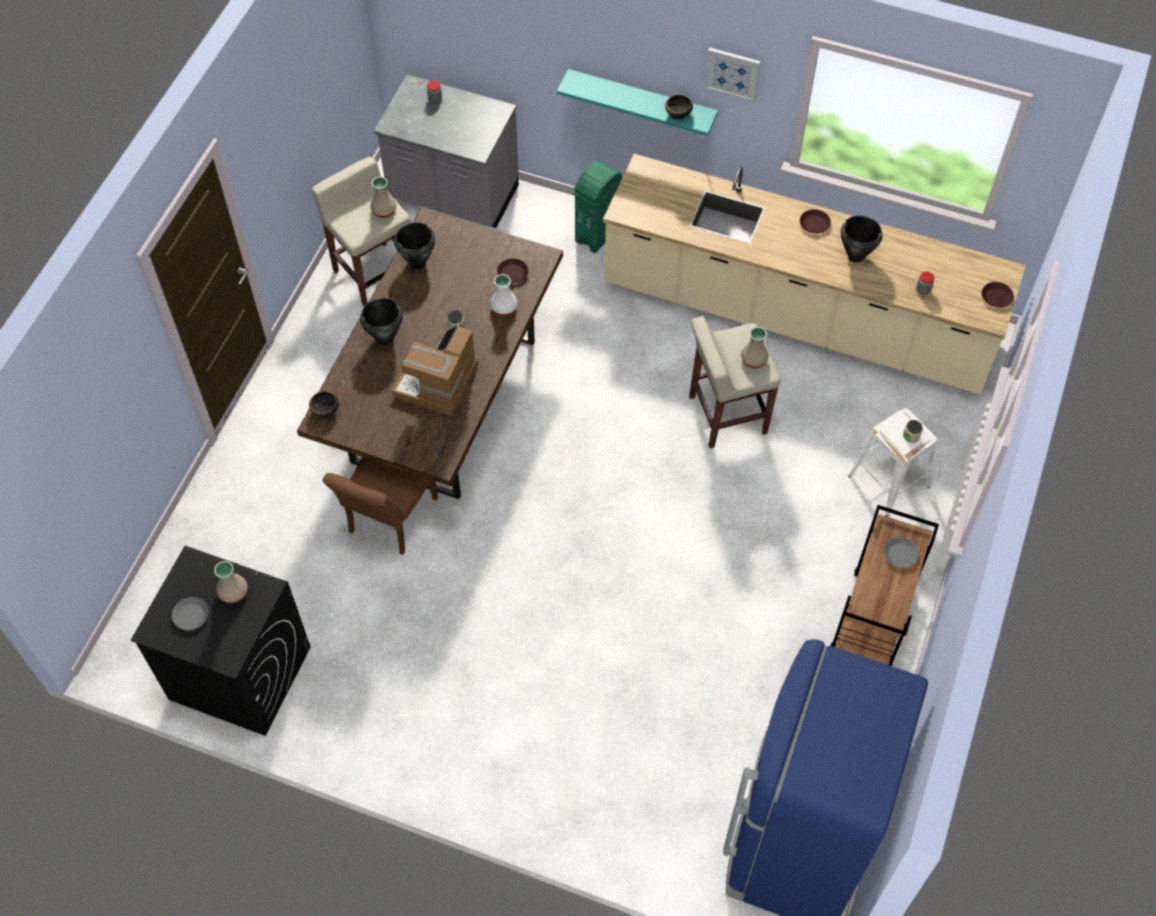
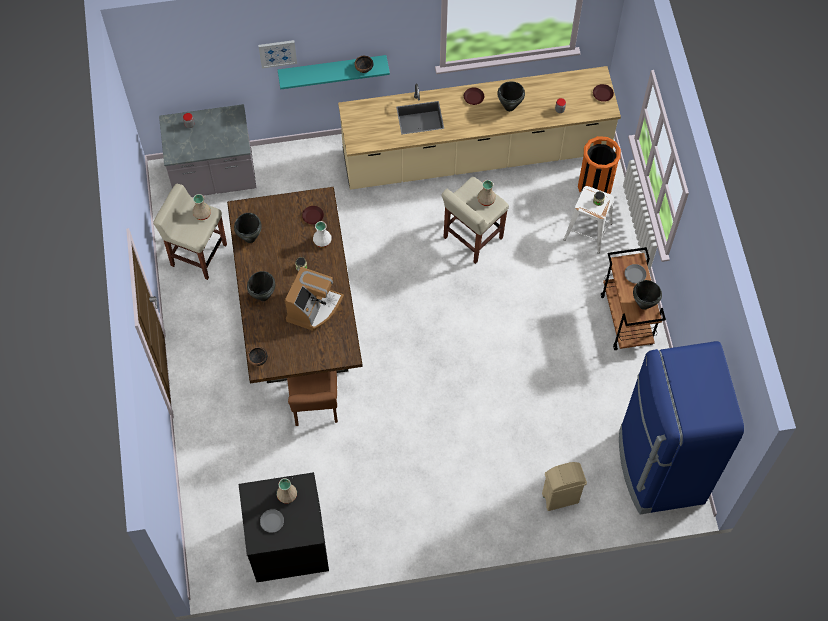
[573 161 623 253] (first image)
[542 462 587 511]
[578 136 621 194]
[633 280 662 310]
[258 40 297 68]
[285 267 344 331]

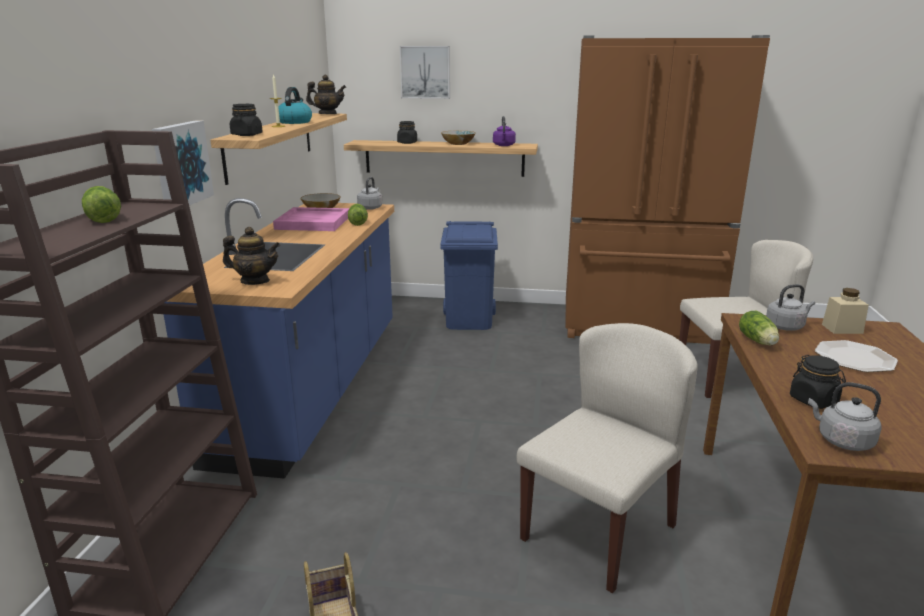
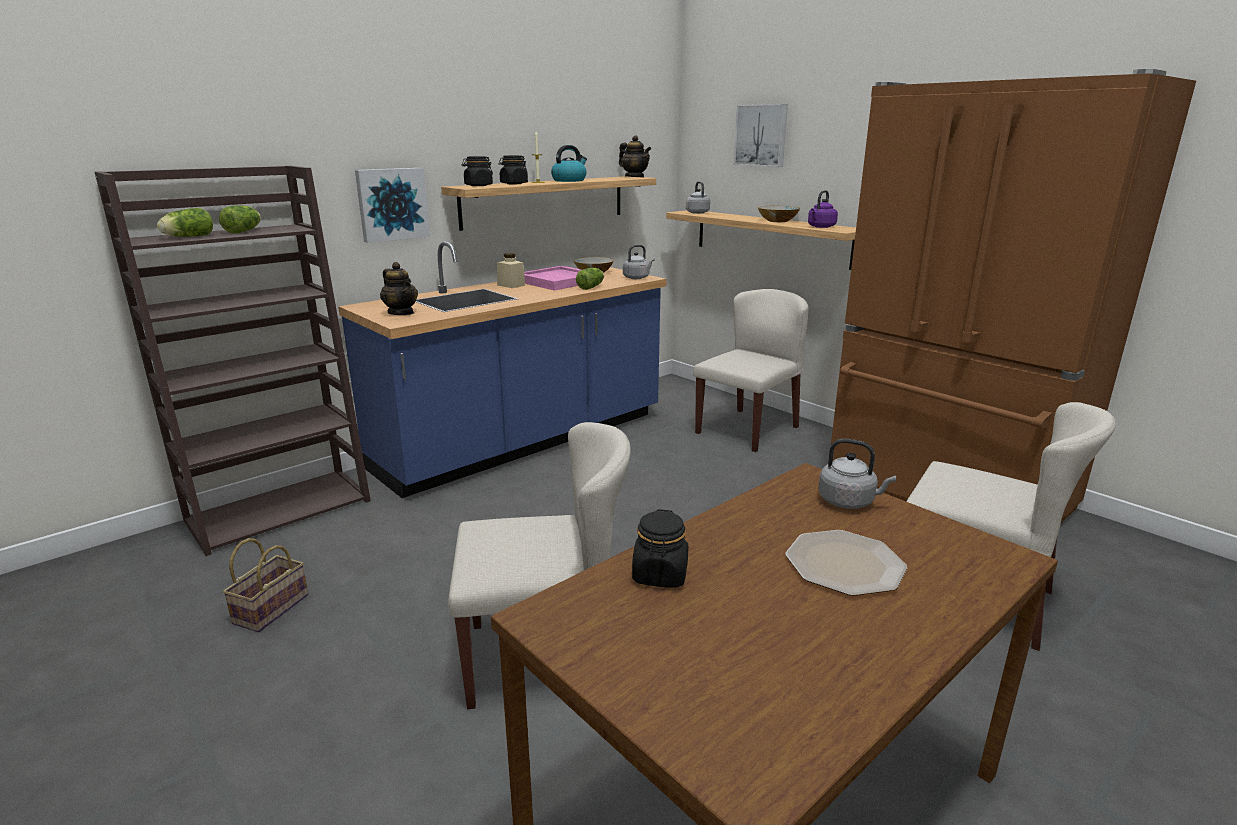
[499 155 528 184]
[157 208 213 237]
[686 181 710 214]
[497 253 525 288]
[693 289 809 452]

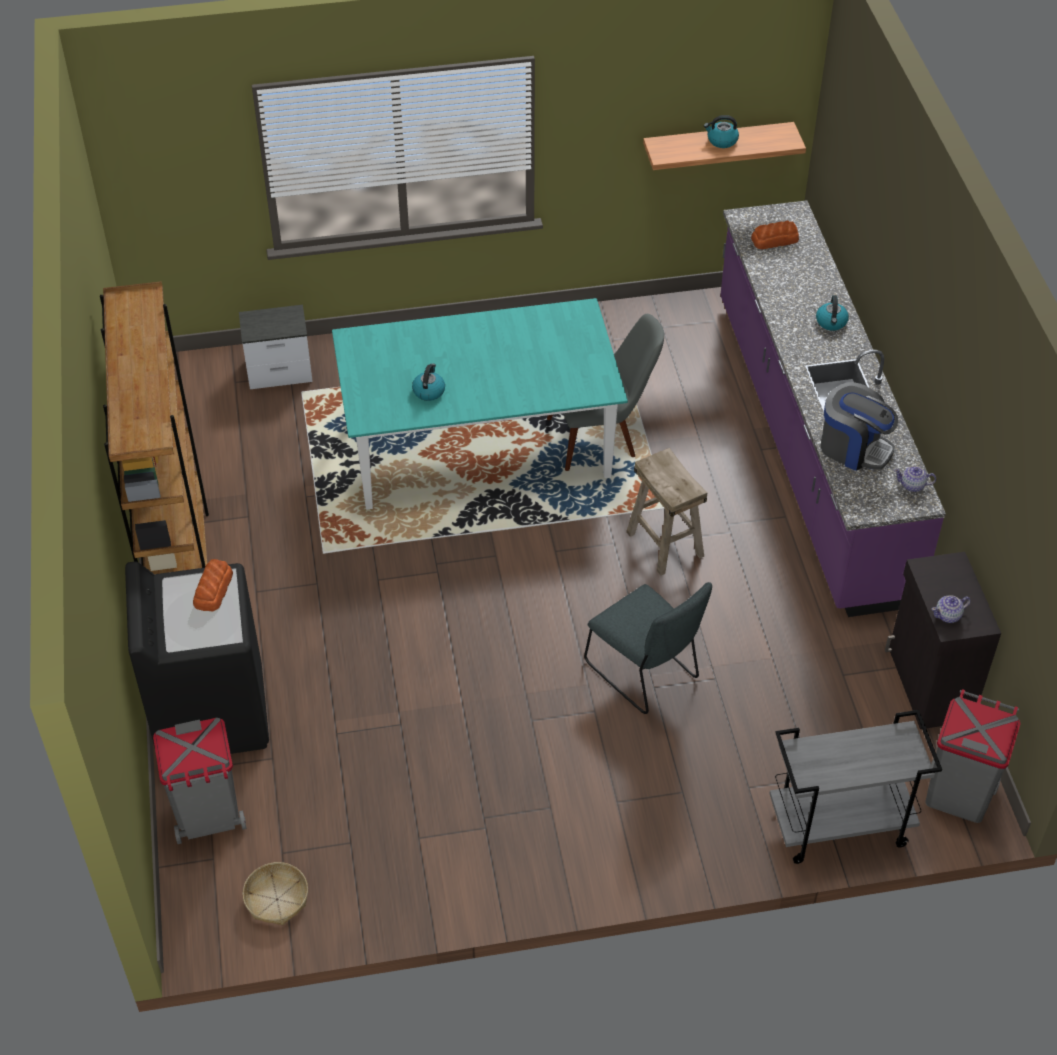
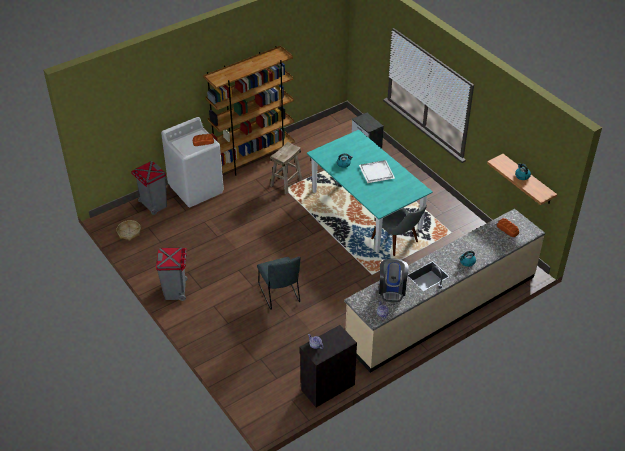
[769 710 942 864] (first image)
[359 160 395 183]
[270 142 303 194]
[156 248 188 301]
[161 117 224 208]
[344 209 545 373]
[257 256 300 310]

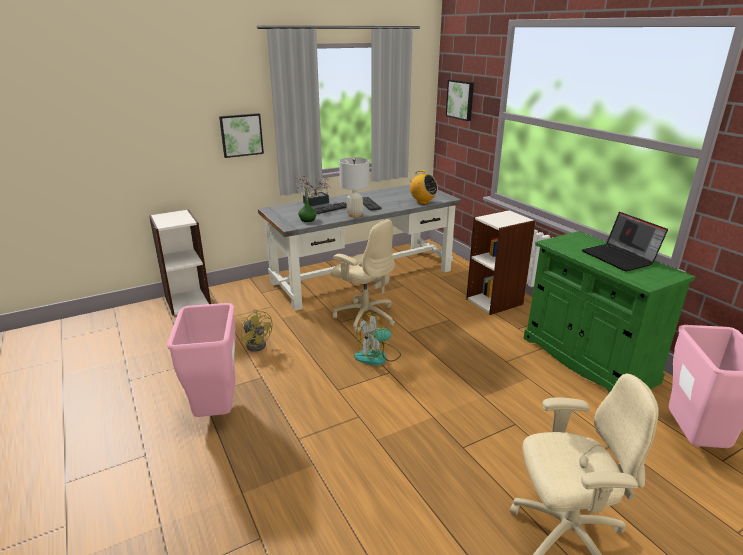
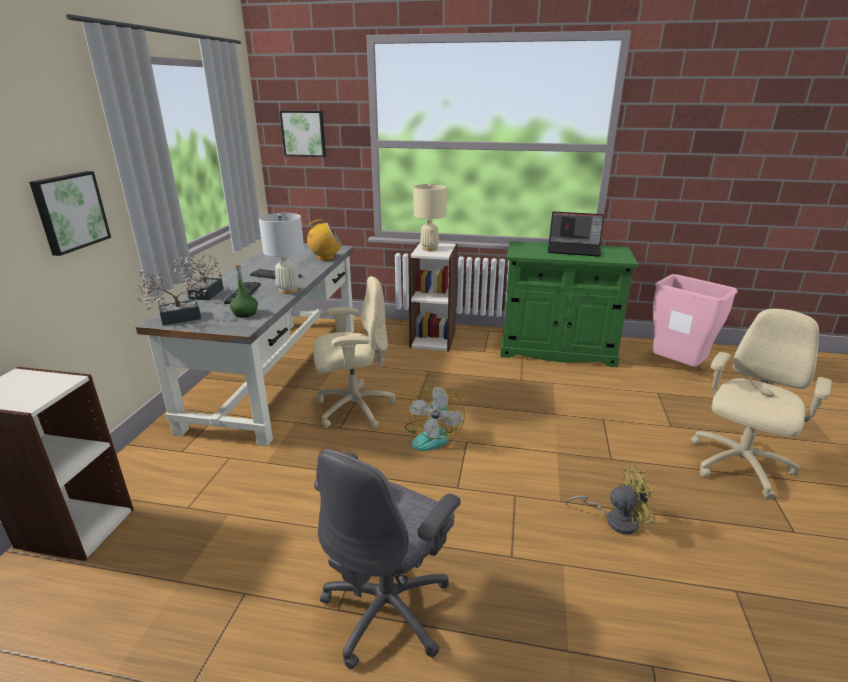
[136 271 207 326]
[413 184 447 251]
[566 466 655 534]
[314 449 461 669]

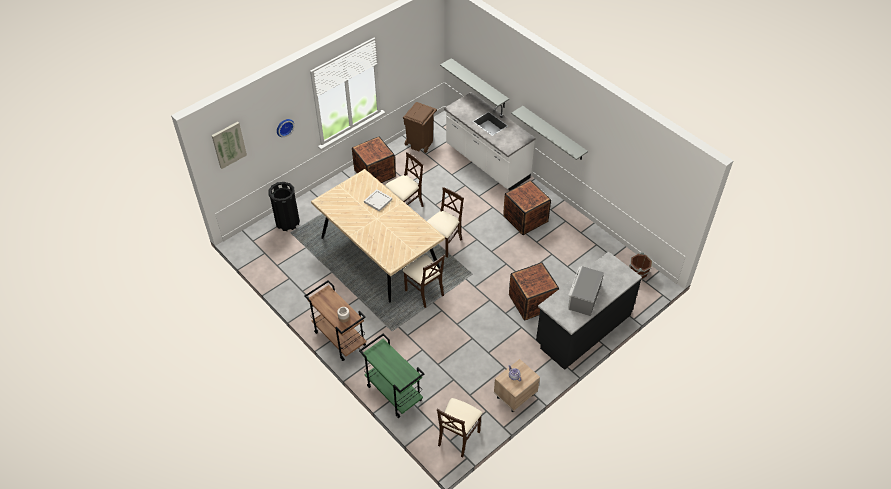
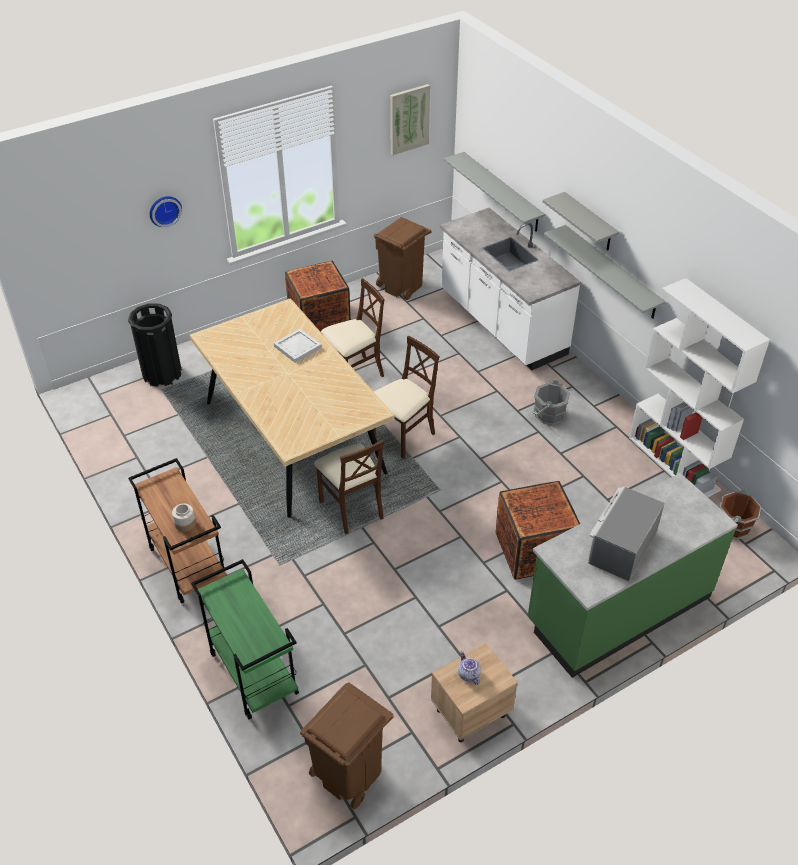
[543 192 619 250]
[629 278 770 497]
[390 84 430 155]
[300 683 394 809]
[532 380 571 425]
[528 473 738 678]

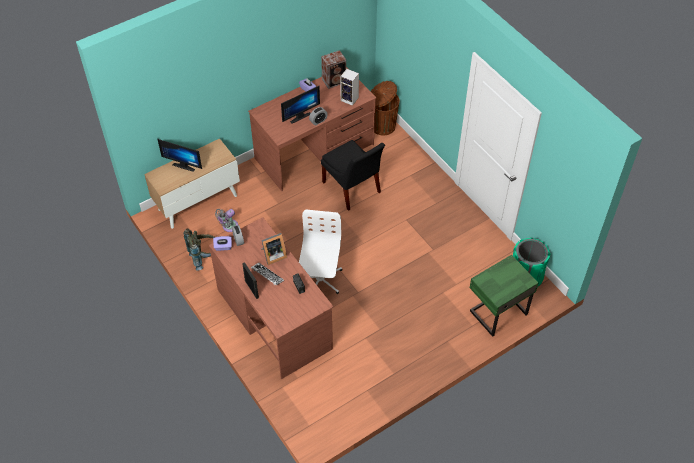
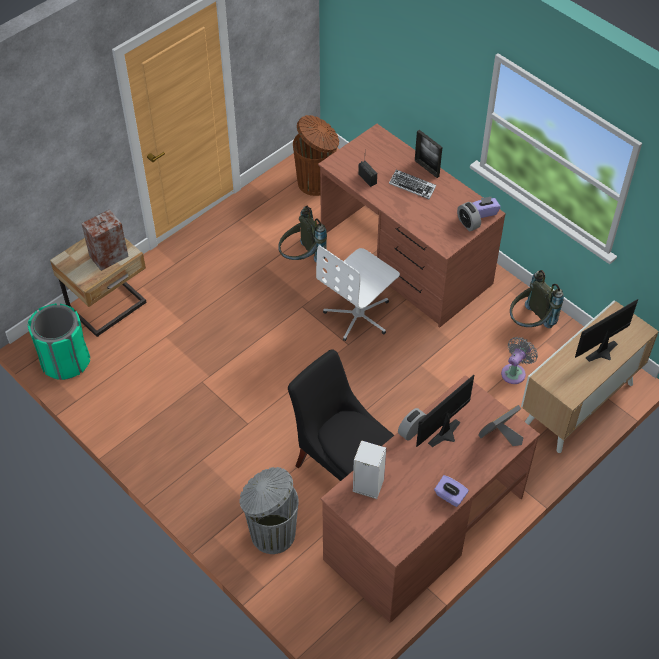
[239 467 299 554]
[278 206 327 263]
[479 405 523 446]
[81 209 129 271]
[293 115 339 196]
[50 238 146 337]
[575 299 638 362]
[316 245 400 341]

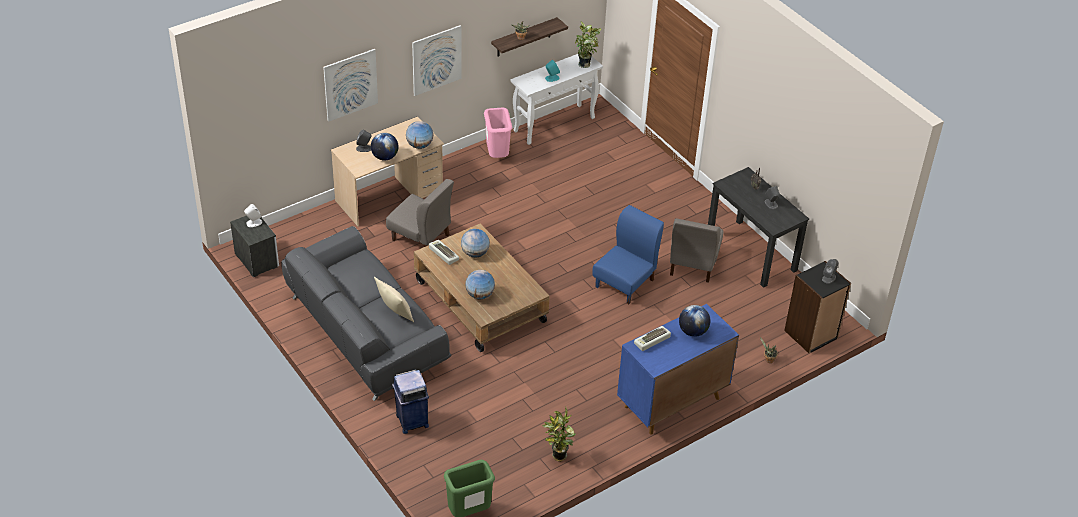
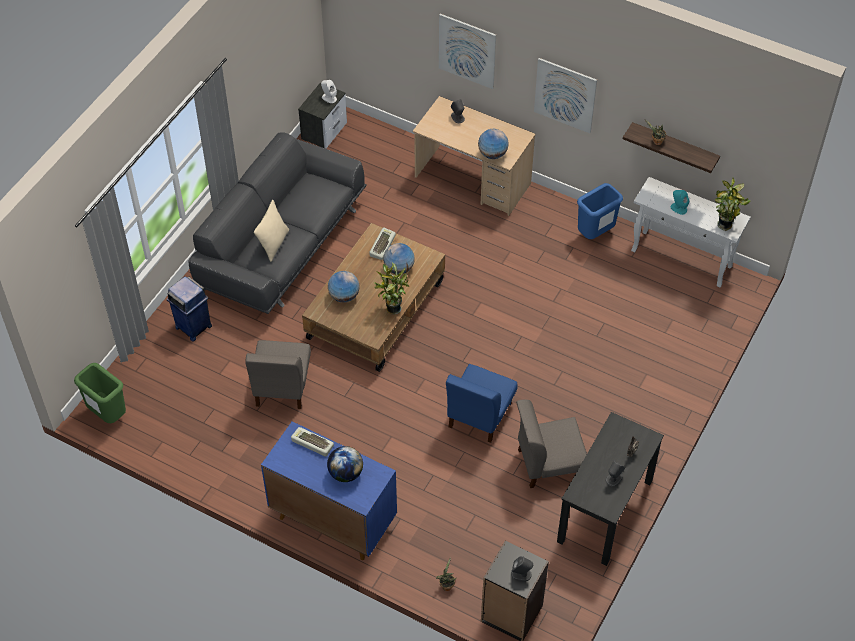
[371 133 398 160] (first image)
[245 340 311 409]
[374 263 409 315]
[577 183 623 239]
[446 364 518 443]

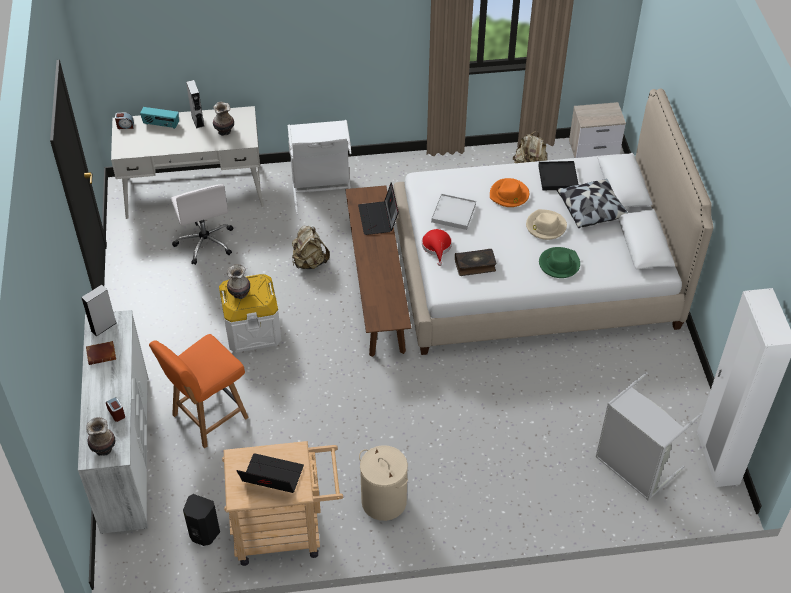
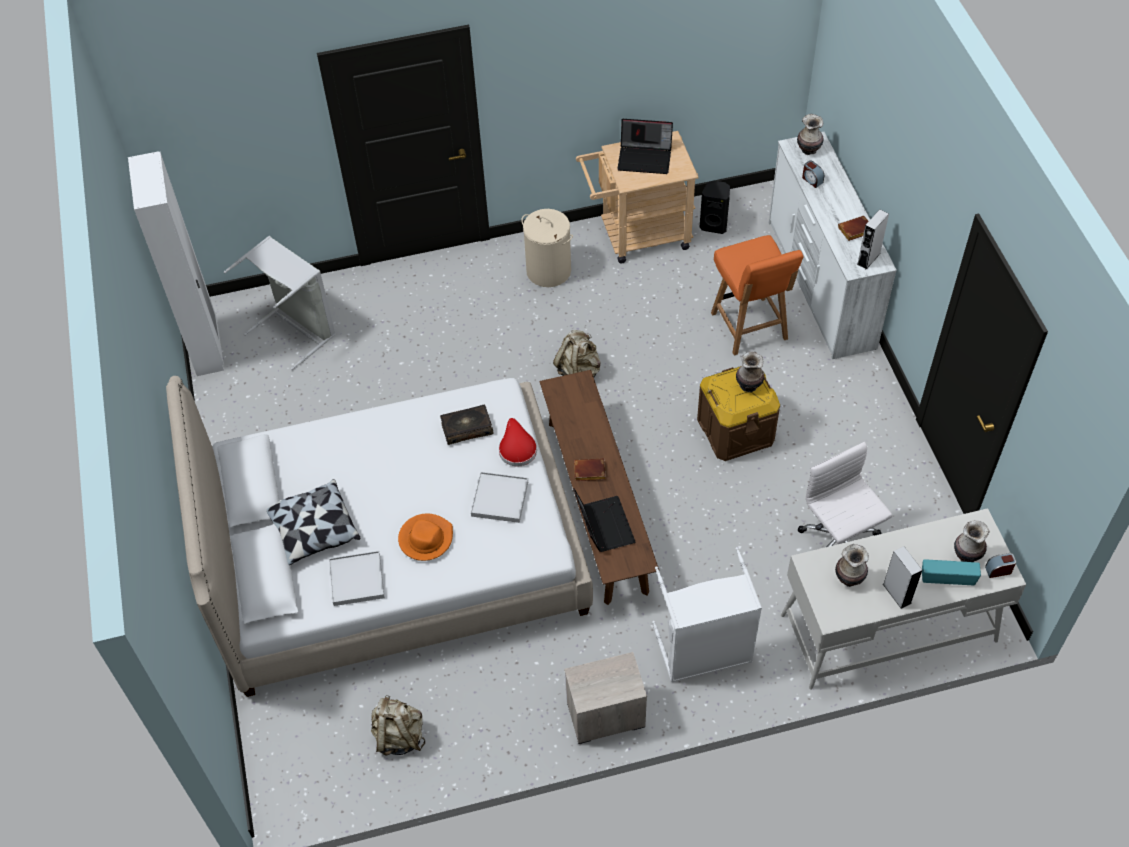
[526 209 567 240] (first image)
[539 247 580 278] (first image)
[574 459 606 481]
[954 520 989 562]
[553 330 601 377]
[564 652 647 744]
[697 366 780 461]
[329 551 385 606]
[711 235 804 355]

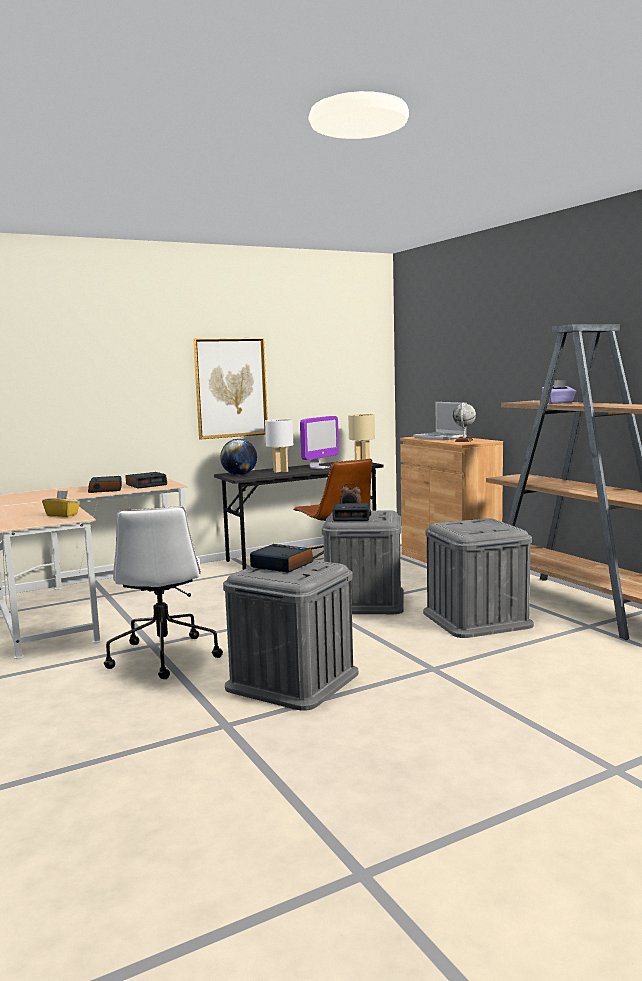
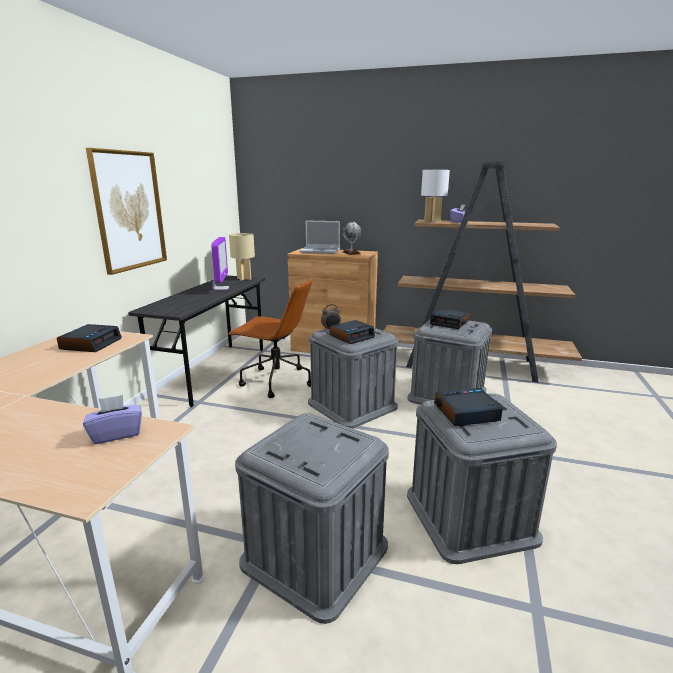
[220 439 257 476] (first image)
[430 308 469 329]
[421 170 450 222]
[235 413 389 624]
[83 395 142 444]

